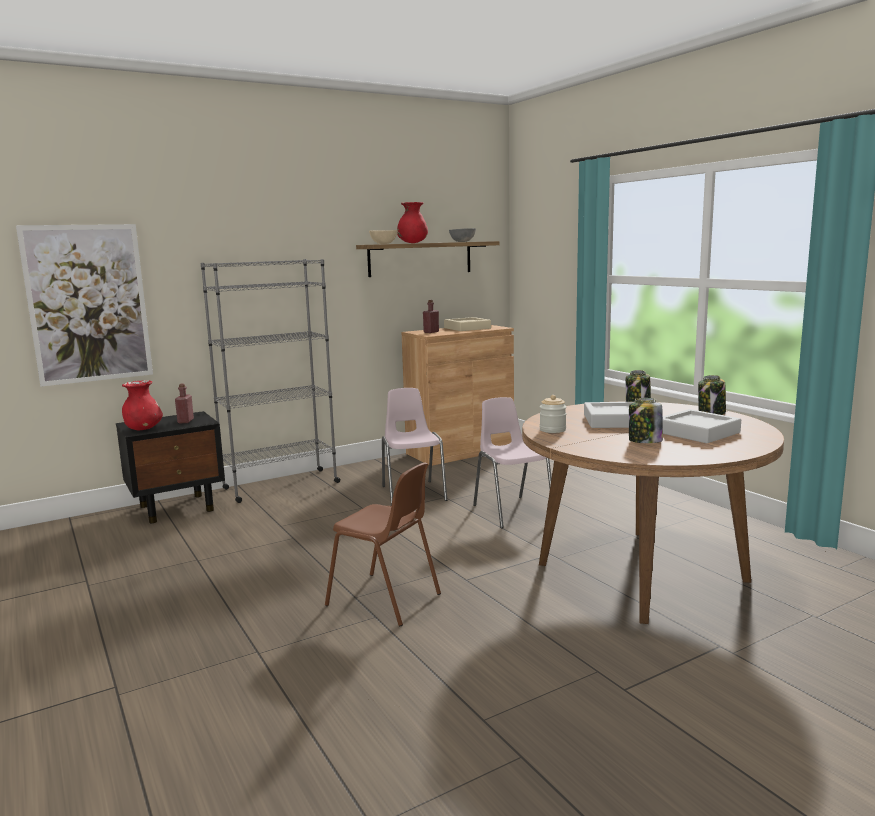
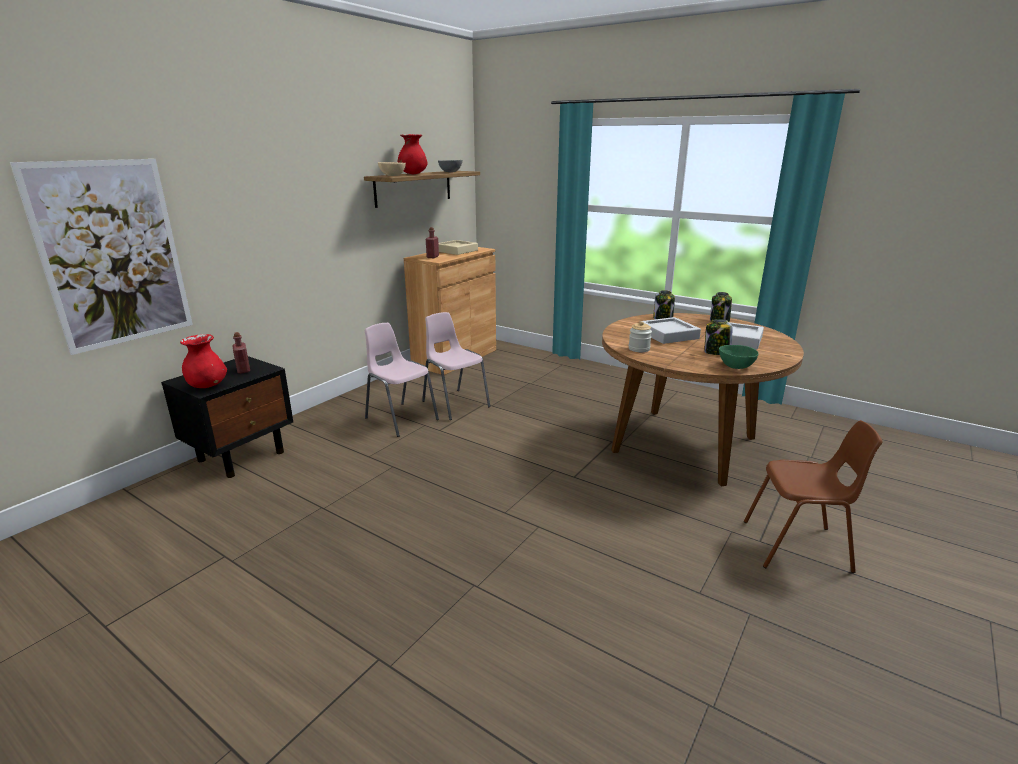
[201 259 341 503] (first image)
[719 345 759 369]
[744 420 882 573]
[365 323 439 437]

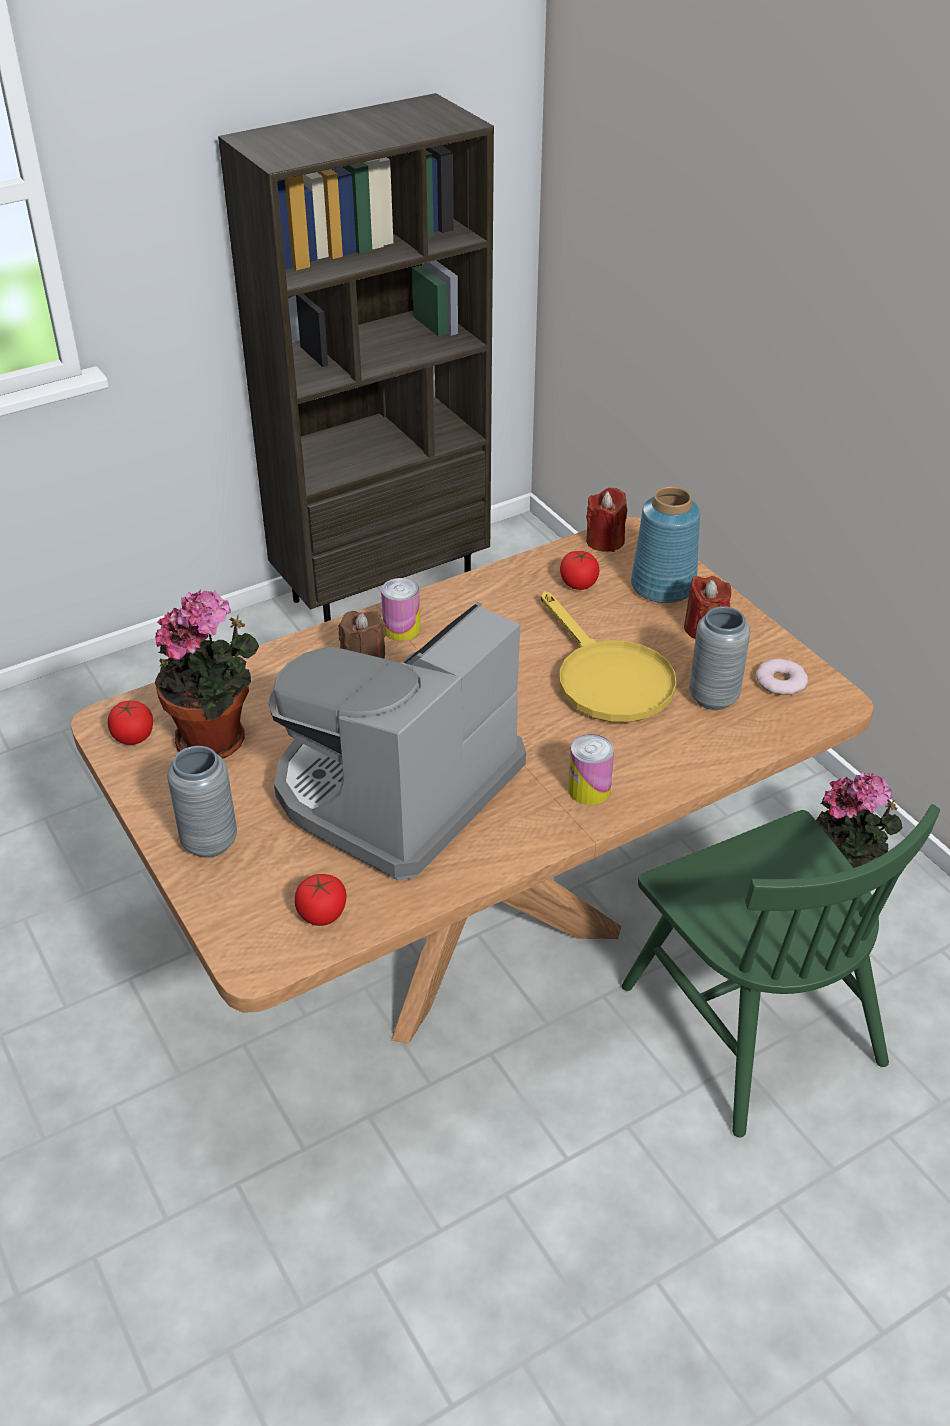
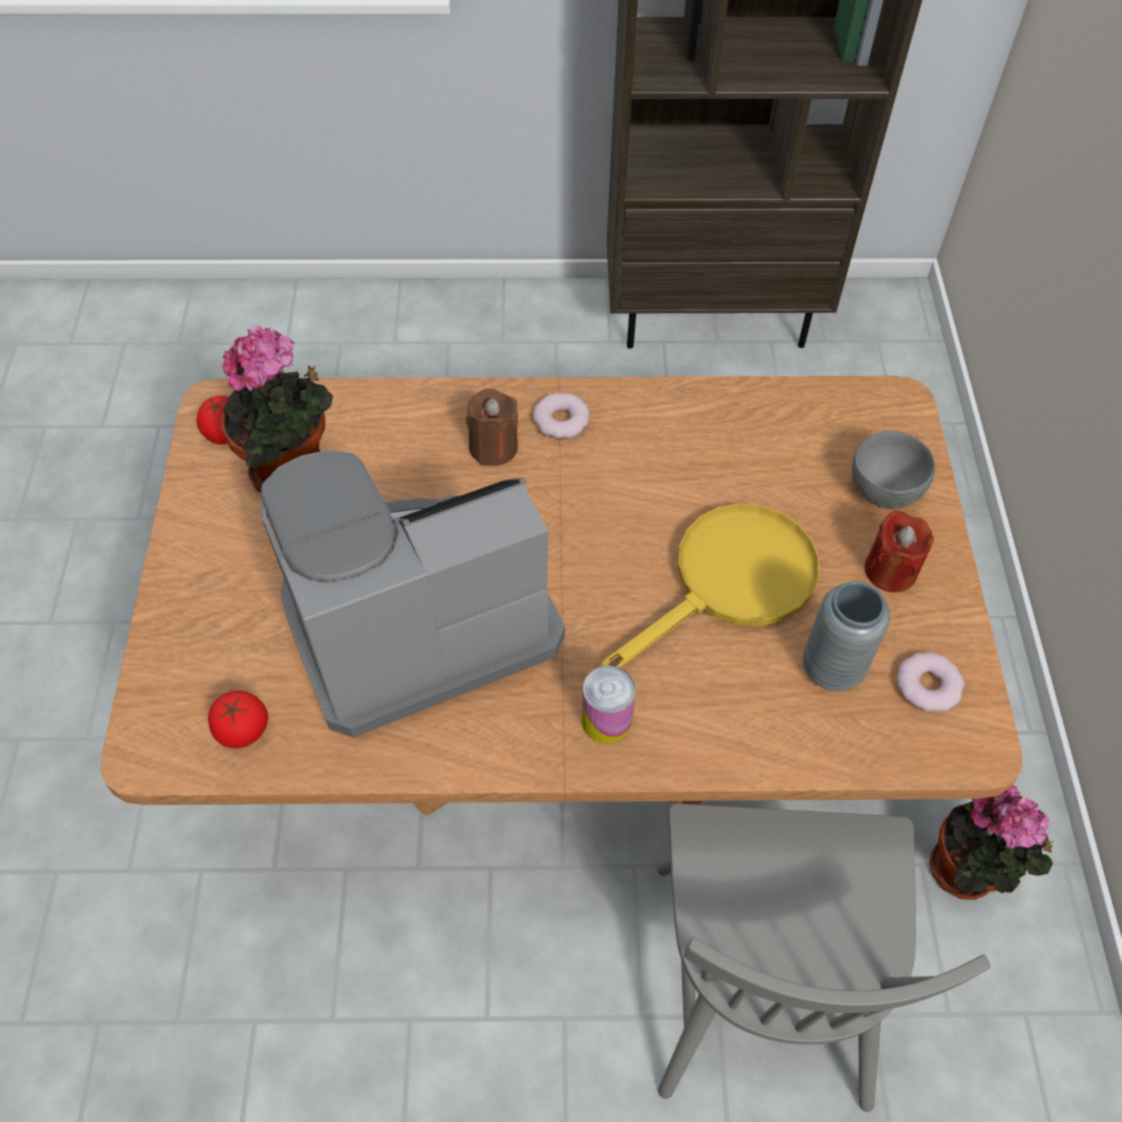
[167 746 237 858] (first image)
[560 551 599 590] (first image)
[586 488 627 552] (first image)
[533 393 590 439]
[852 431 935 509]
[657 803 991 1112]
[601 503 819 668]

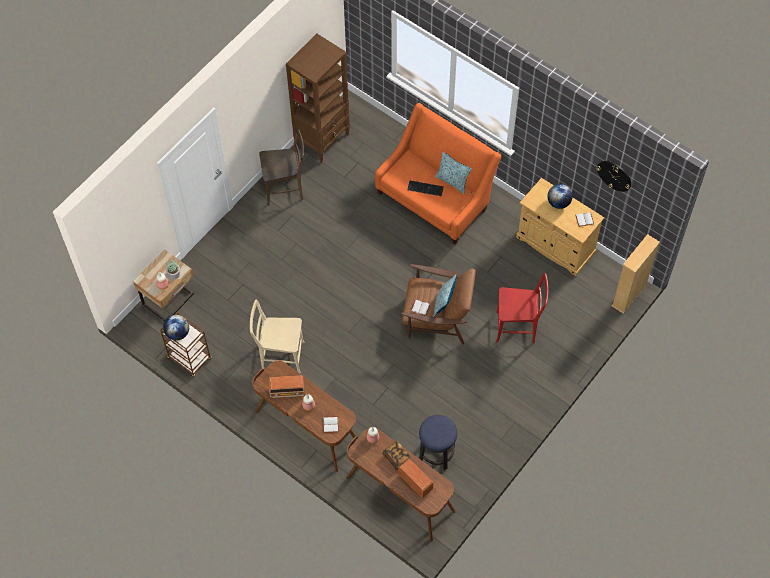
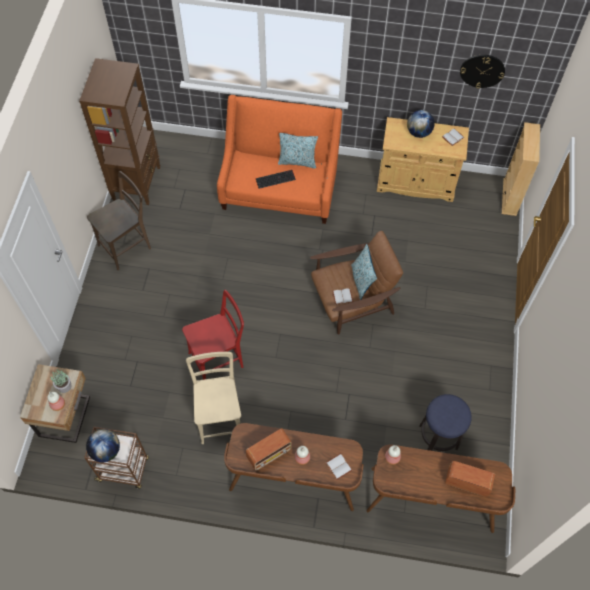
[383 441 411 470] (first image)
[182 290 244 380]
[186 352 241 444]

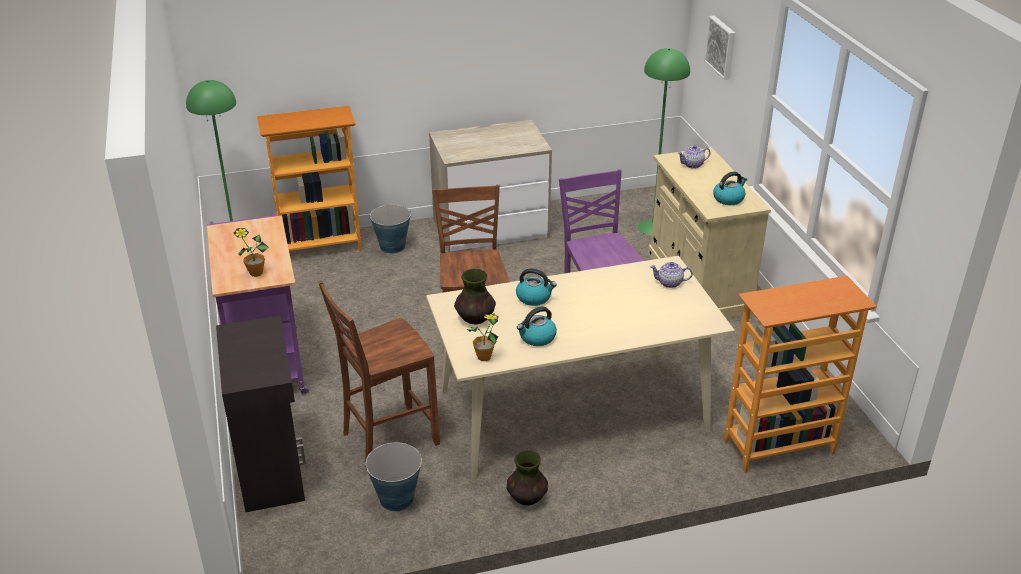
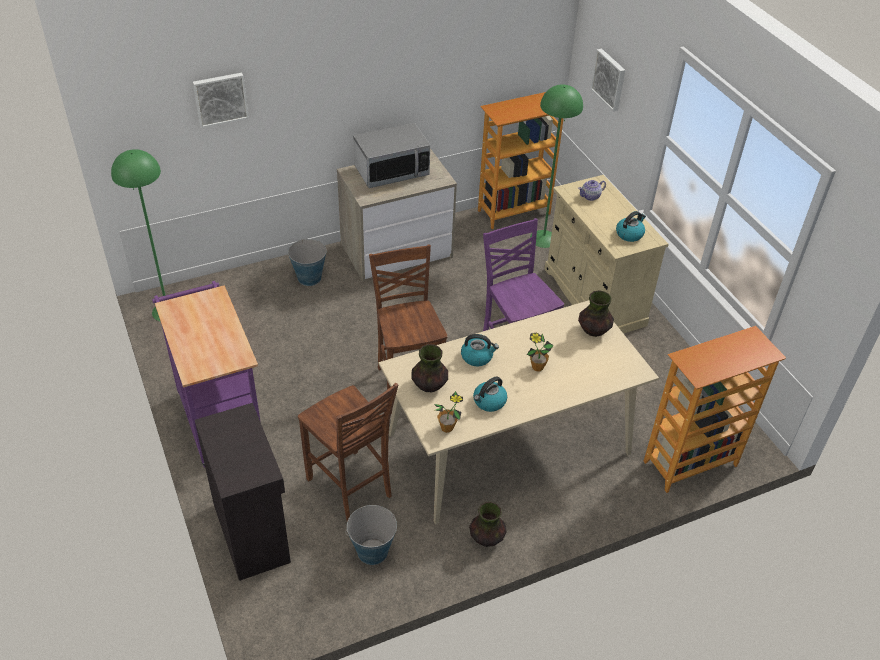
[193 73 249 128]
[353 123 430 188]
[527 332 553 371]
[478 92 564 229]
[578 290 614 337]
[298 383 398 521]

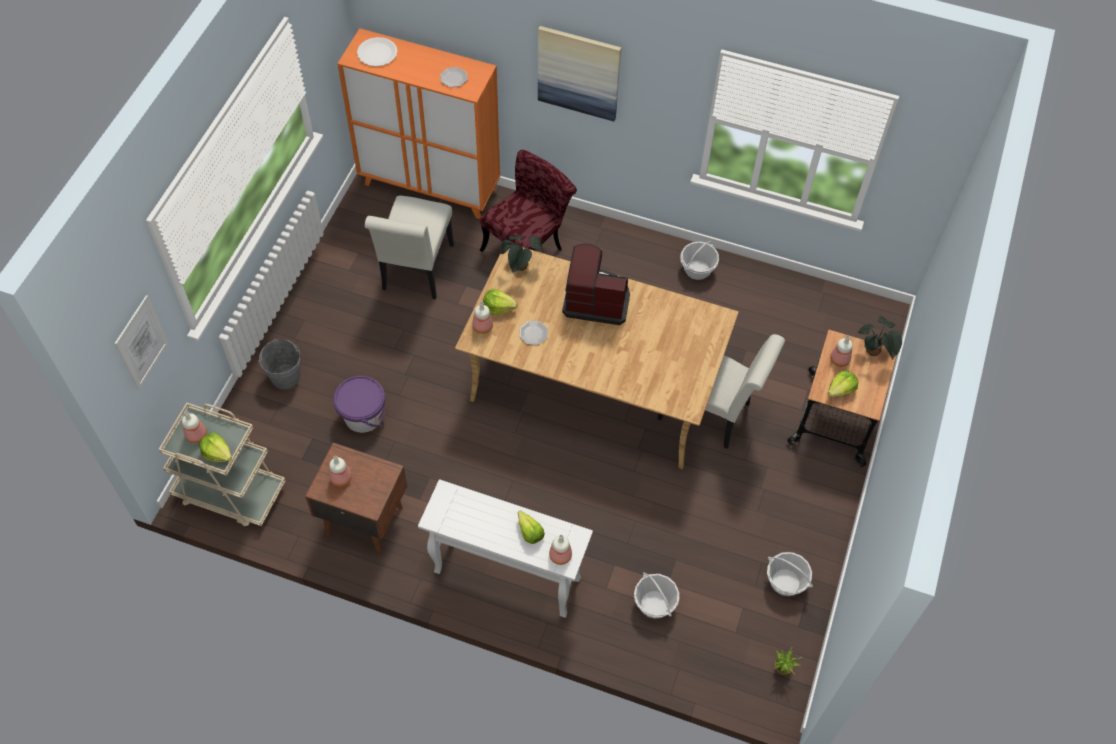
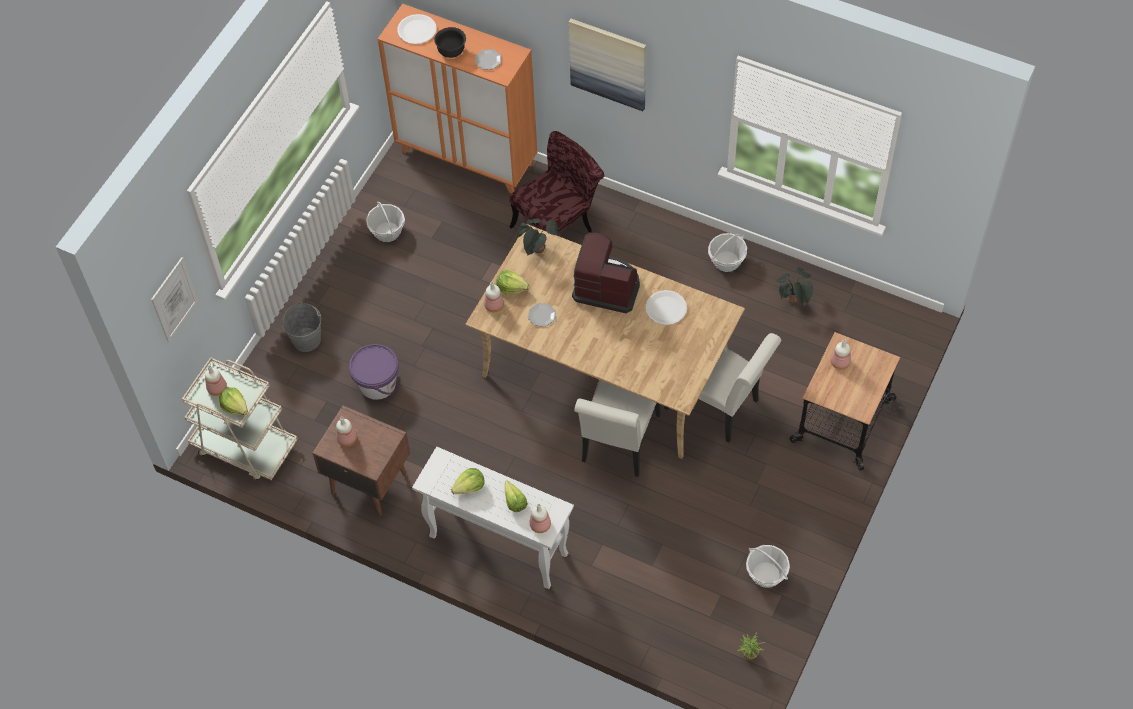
[434 27 466 58]
[646 290 687 325]
[574 380 661 477]
[366 202 405 242]
[451 468 484 494]
[777 267 813 306]

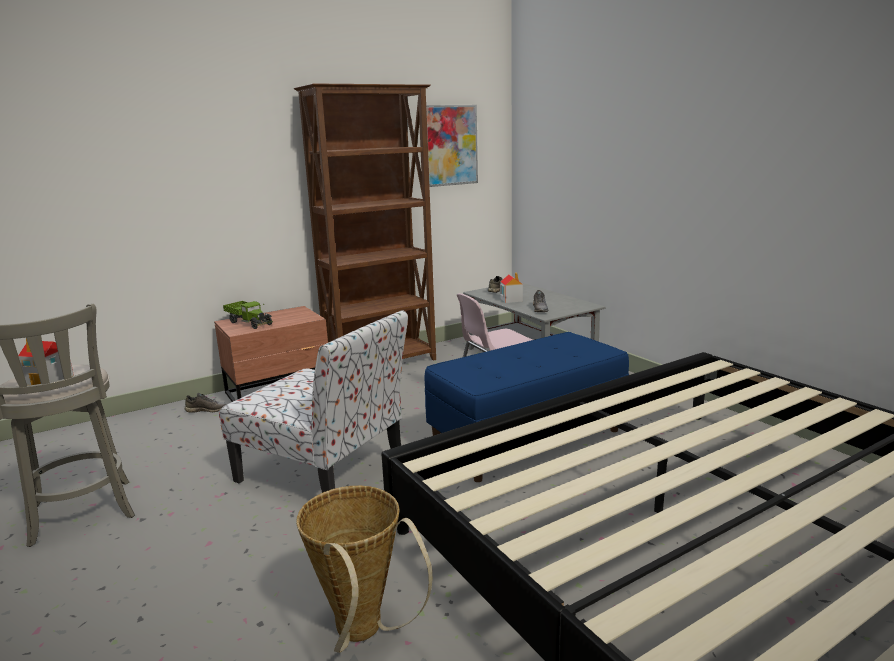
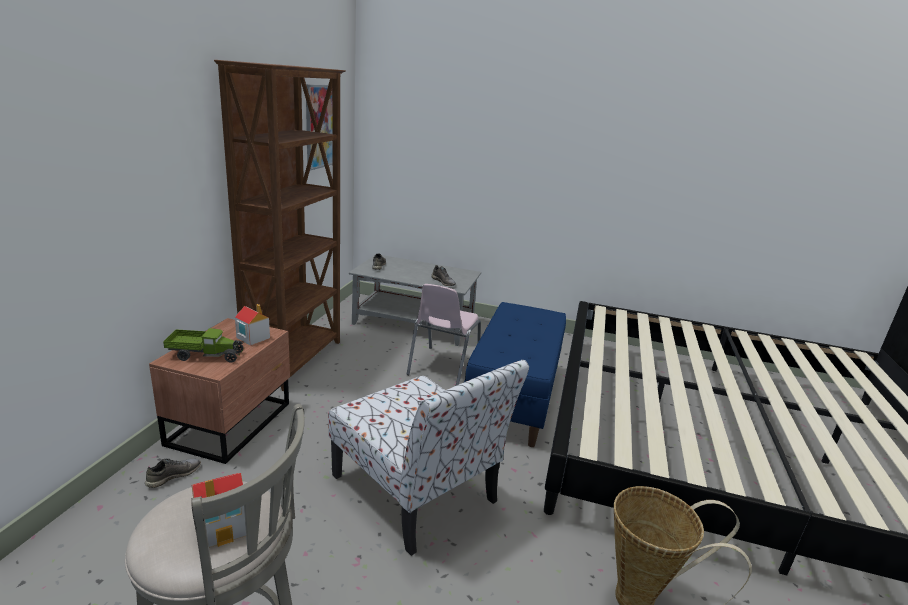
[235 304 270 345]
[328 360 529 556]

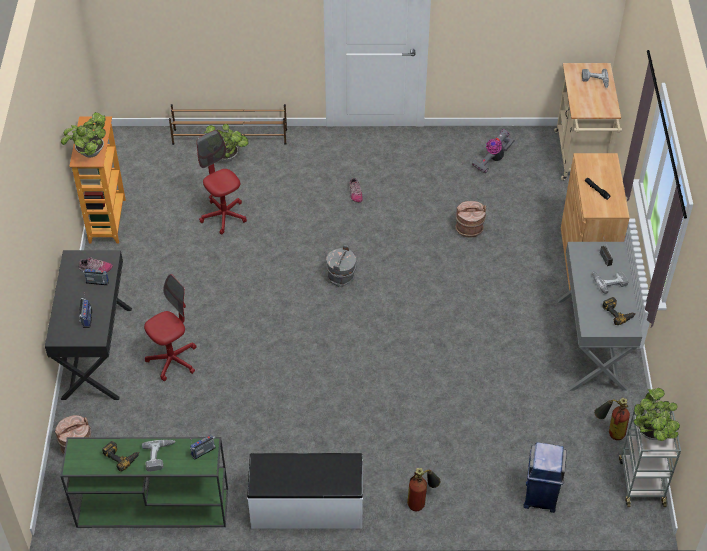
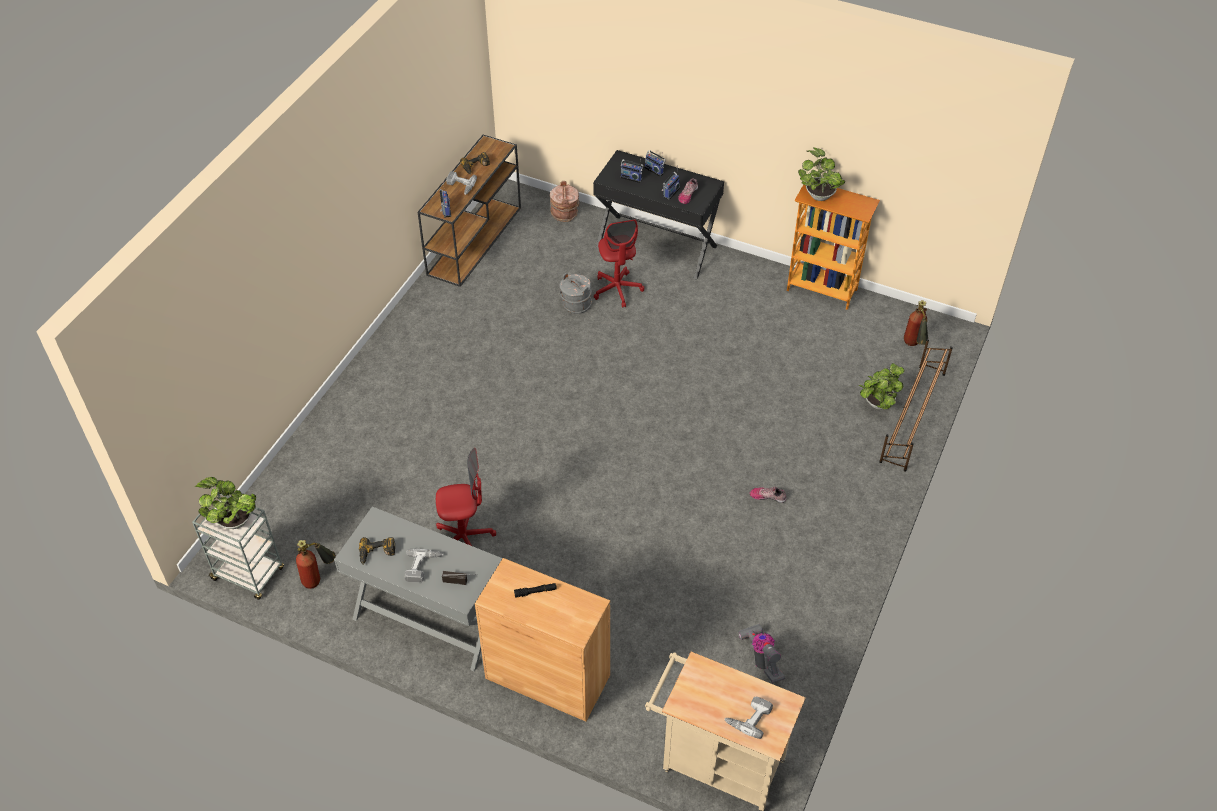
[247 453 363 529] (first image)
[455 201 486 238] (first image)
[524 442 567 513] (first image)
[644 150 666 176]
[436 448 496 546]
[560 273 592 314]
[904 300 929 346]
[418 135 521 287]

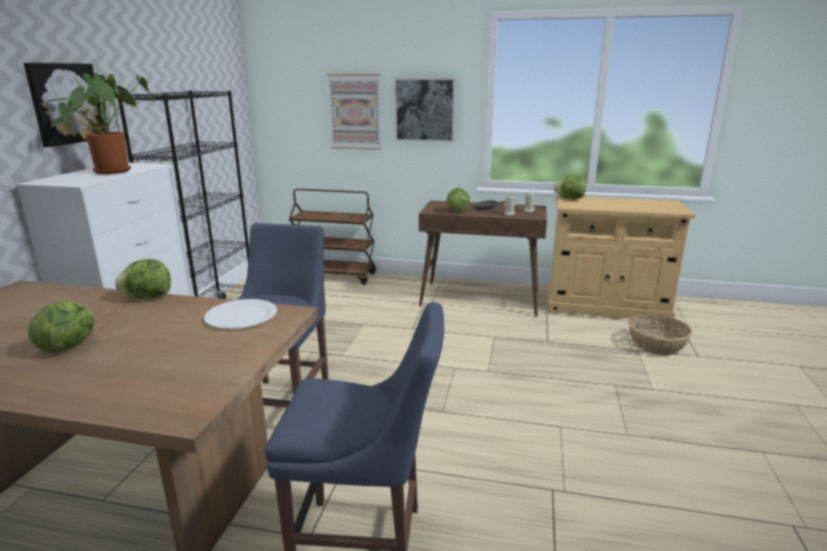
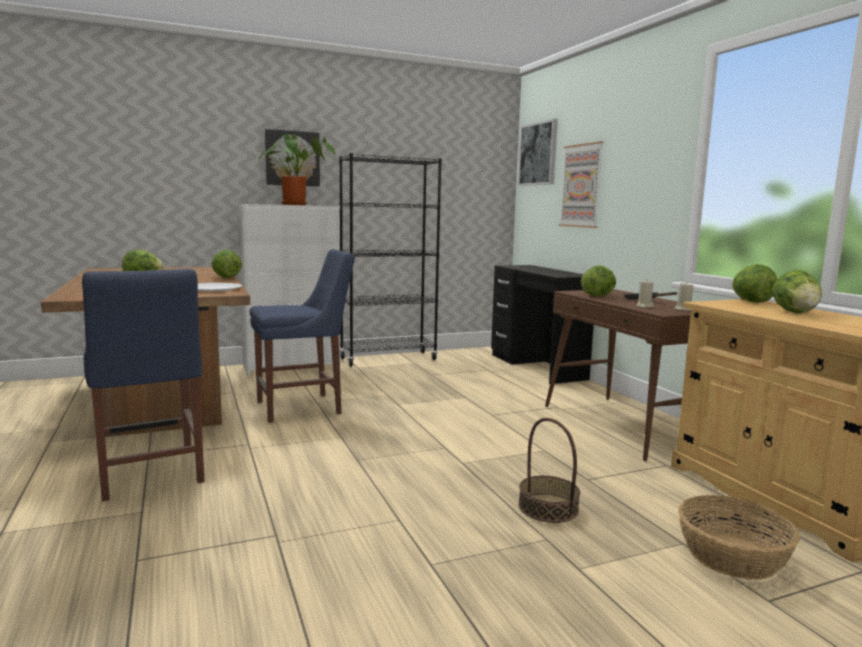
[518 418 580 523]
[772 270 822 314]
[518 119 558 186]
[491 265 594 384]

